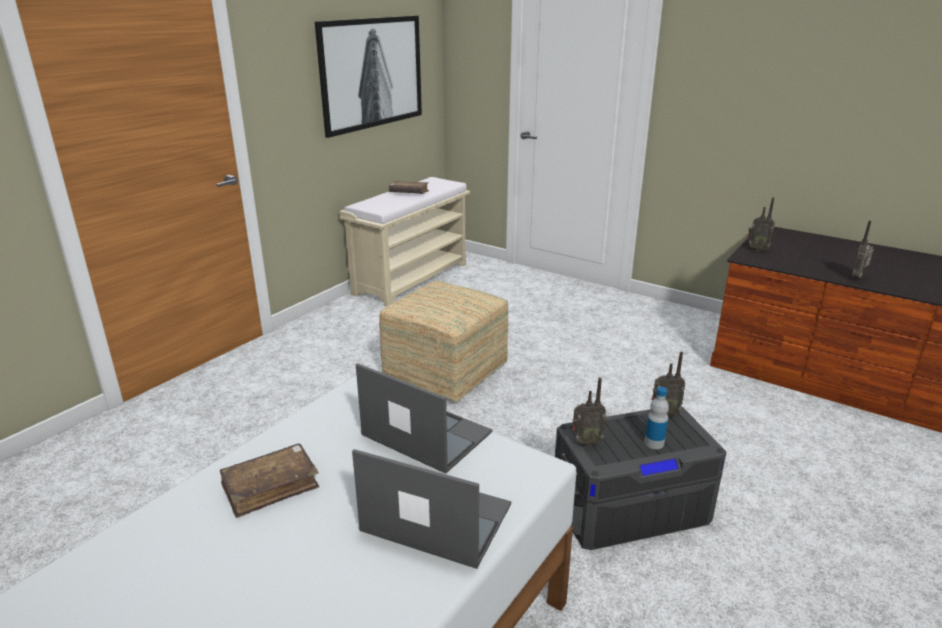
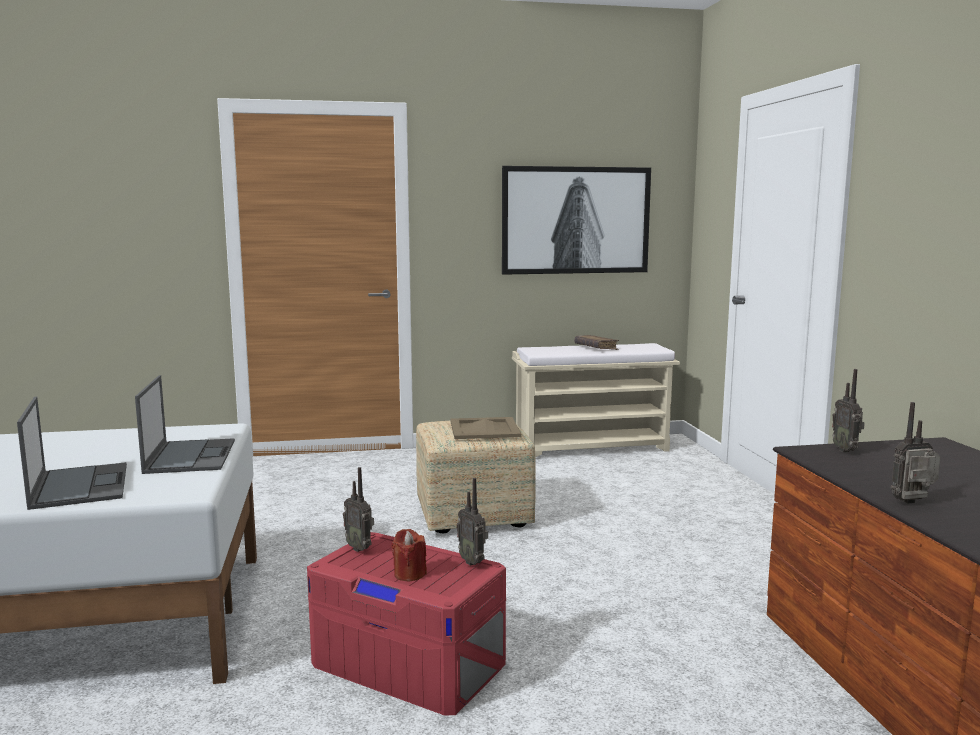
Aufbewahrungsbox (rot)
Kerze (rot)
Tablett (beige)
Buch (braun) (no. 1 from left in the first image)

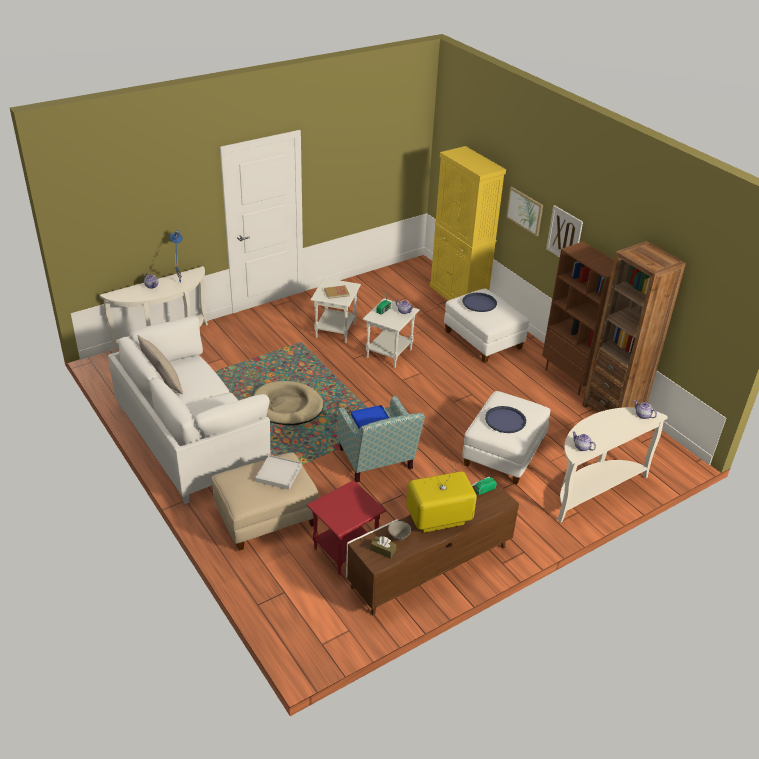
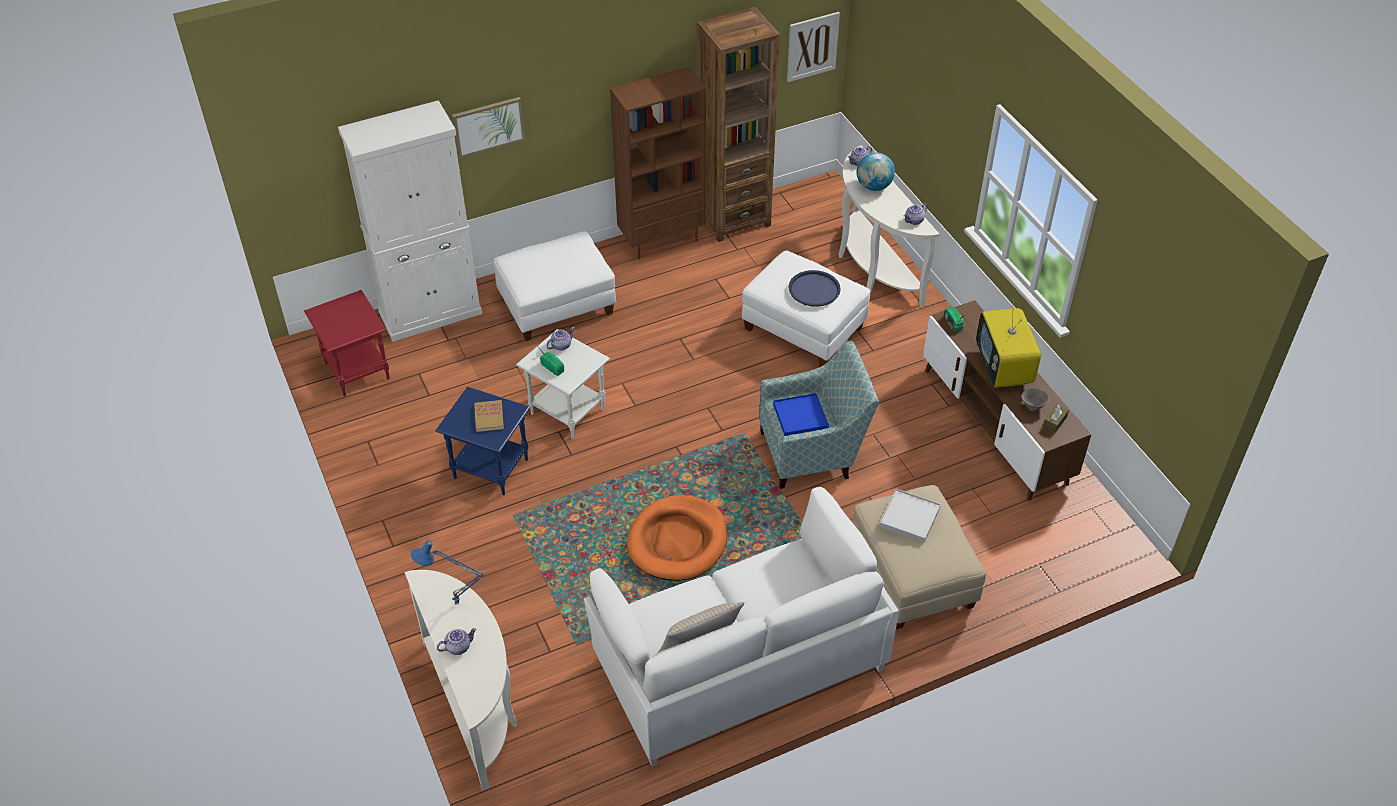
Beistelltisch (rot)
Schrank (weiß)
Beistelltisch (blau)
Hundebett (orange)
Bild (no. 2 from left)
Globus
Tablett (blau) (no. 2 from left in the first image)

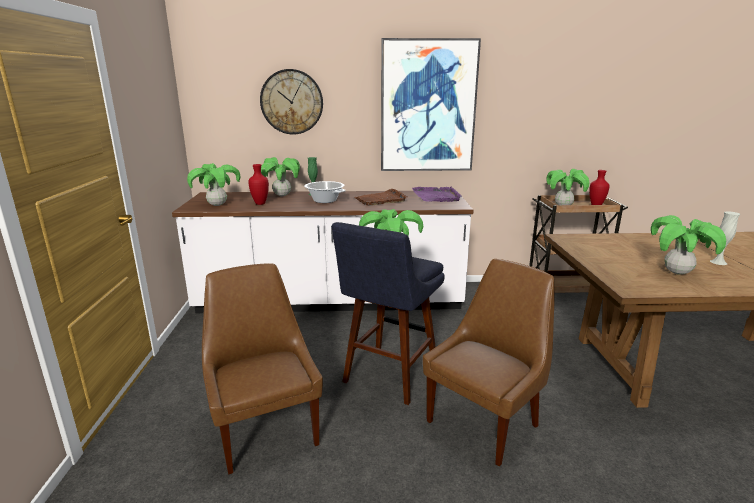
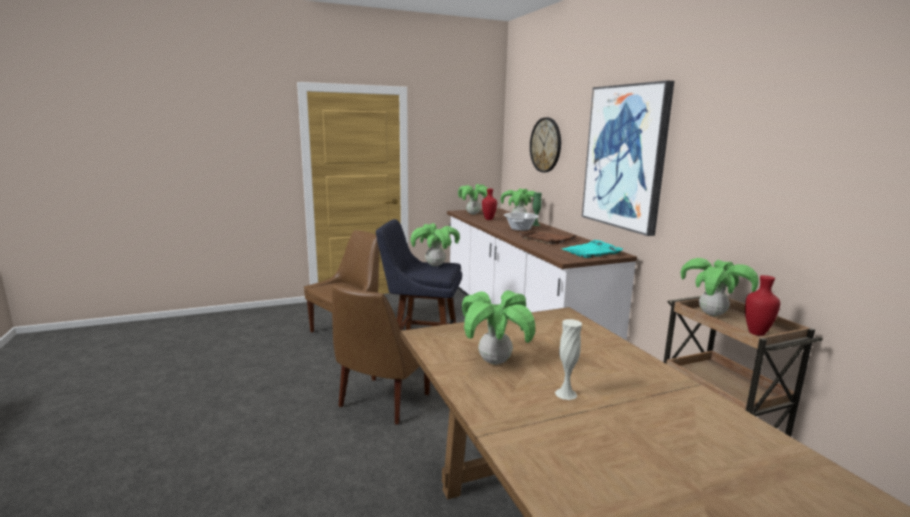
Stuhl (braun) (no. 2 from left)
Tablett (türkis)

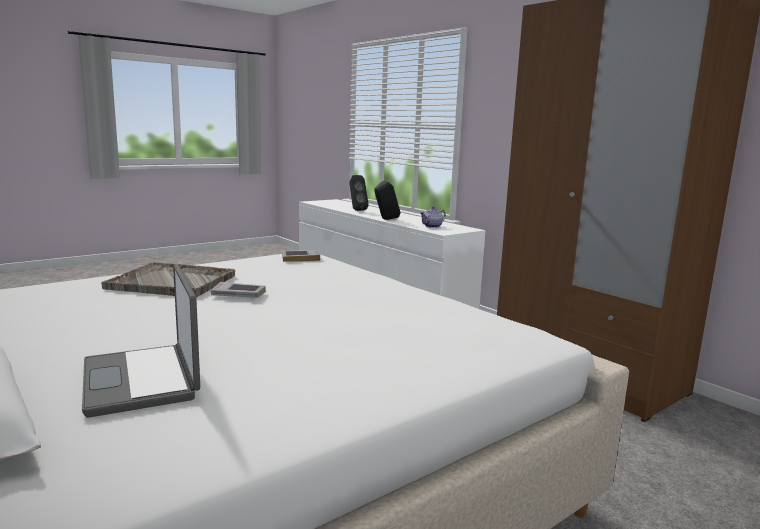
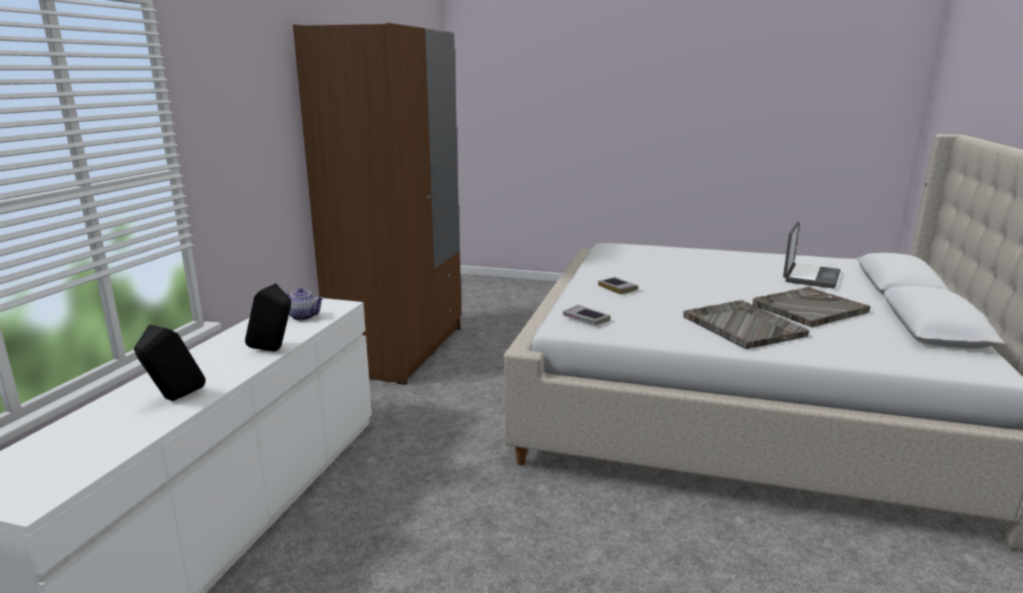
Buch (no. 2 from left)
Tablett (grau) (no. 2 from left)

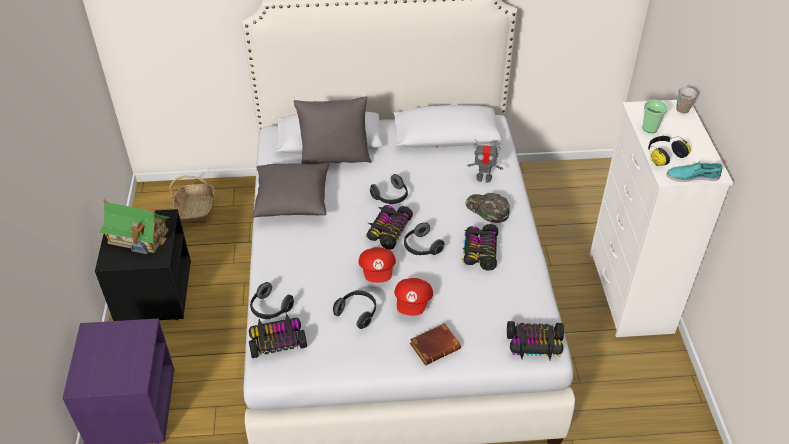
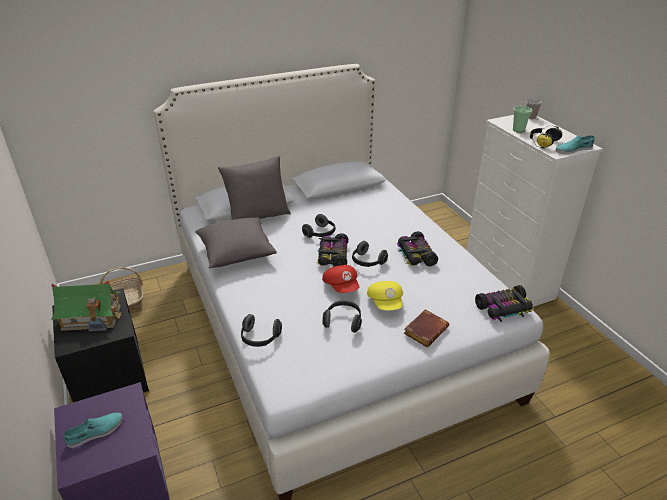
Schuh (türkis) (no. 1 from left)
Kappe (gelb)
Spielzeugauto (no. 1 from left in the first image)
Kappe (grün)
Spielzeugroboter

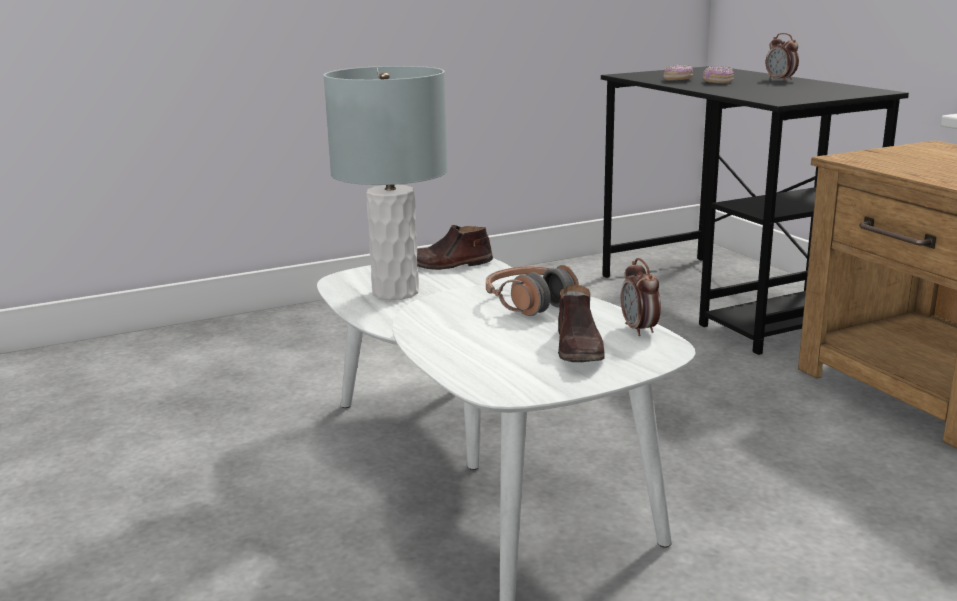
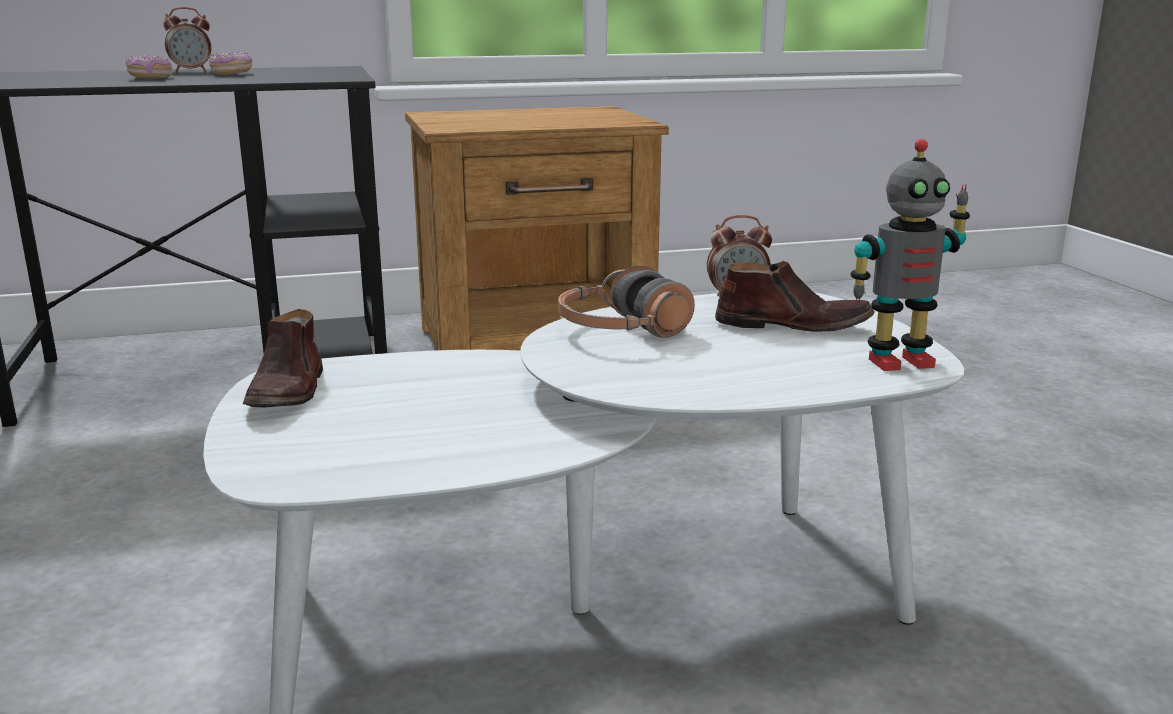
Donut (no. 2 from left)
Spielzeugroboter
Tischlampe (grau)

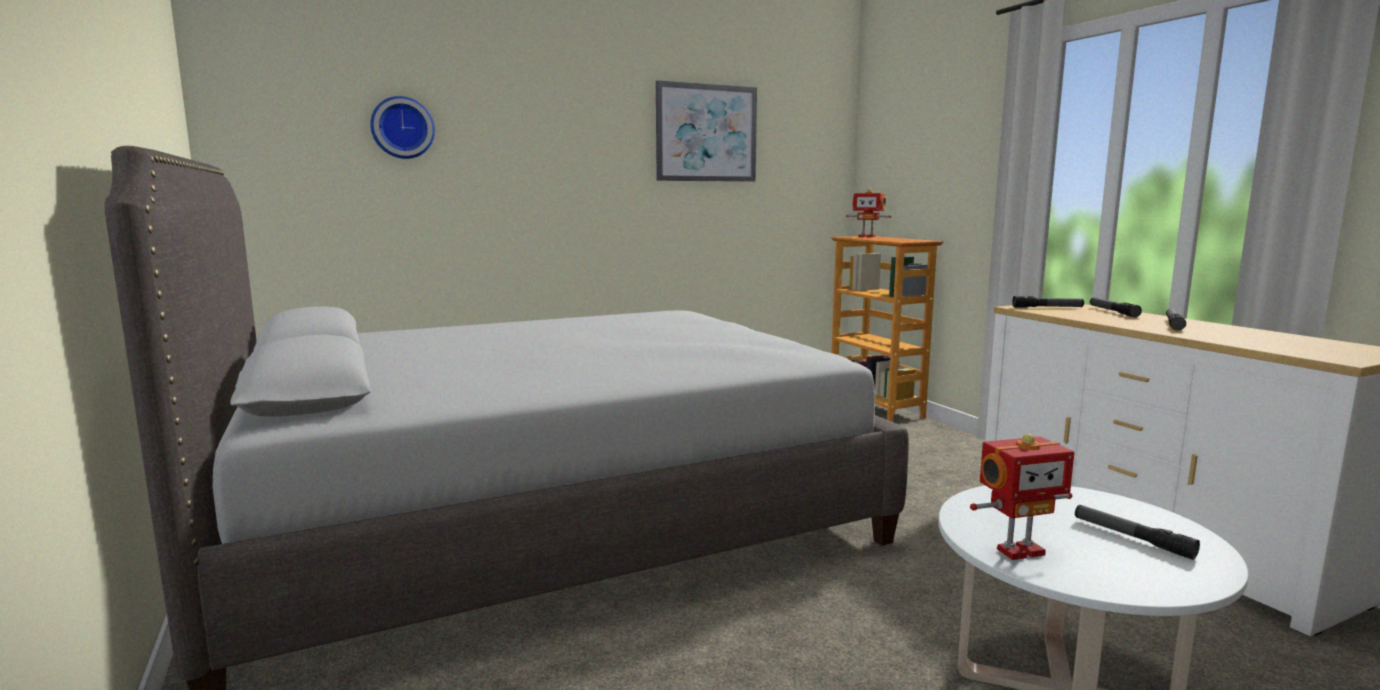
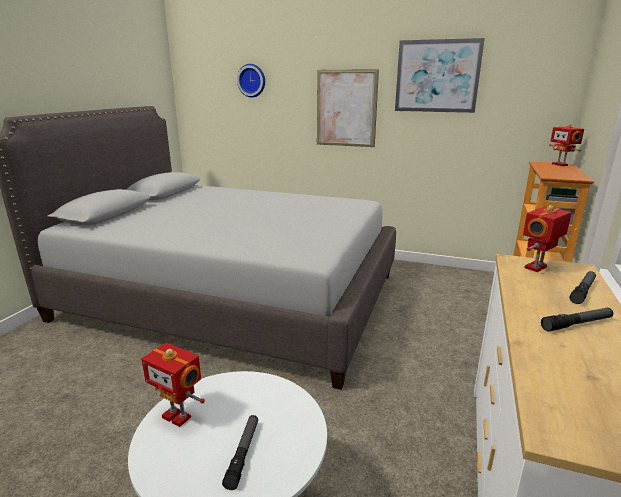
Bild (no. 1 from left)
Spielzeugroboter (no. 2 from left)

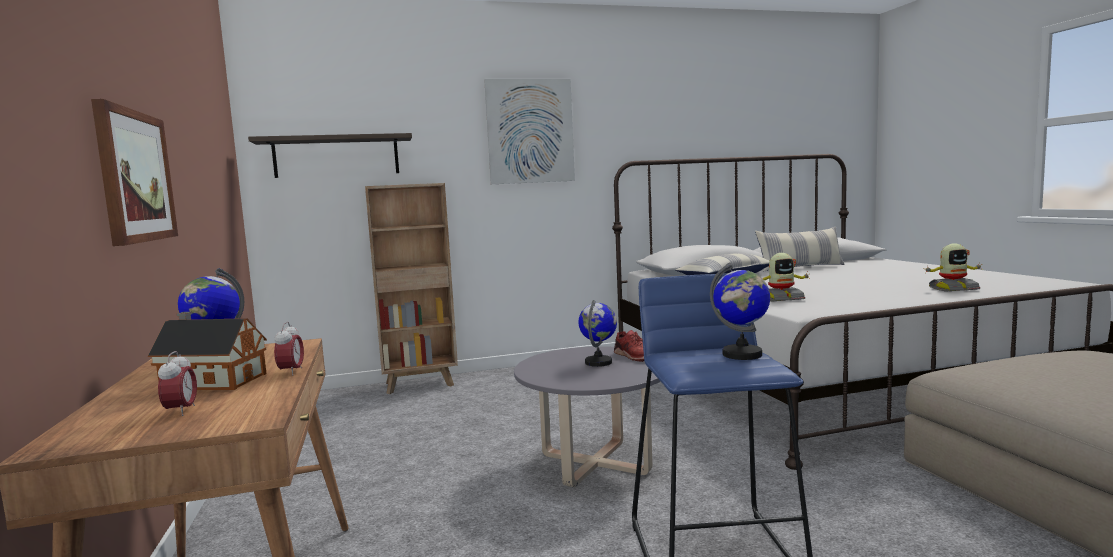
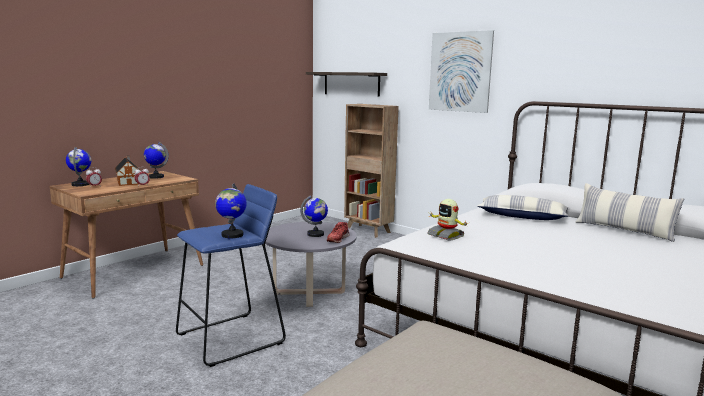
Globus (no. 1 from left)
Bild (no. 1 from left in the first image)
Spielzeugroboter (no. 2 from left in the first image)

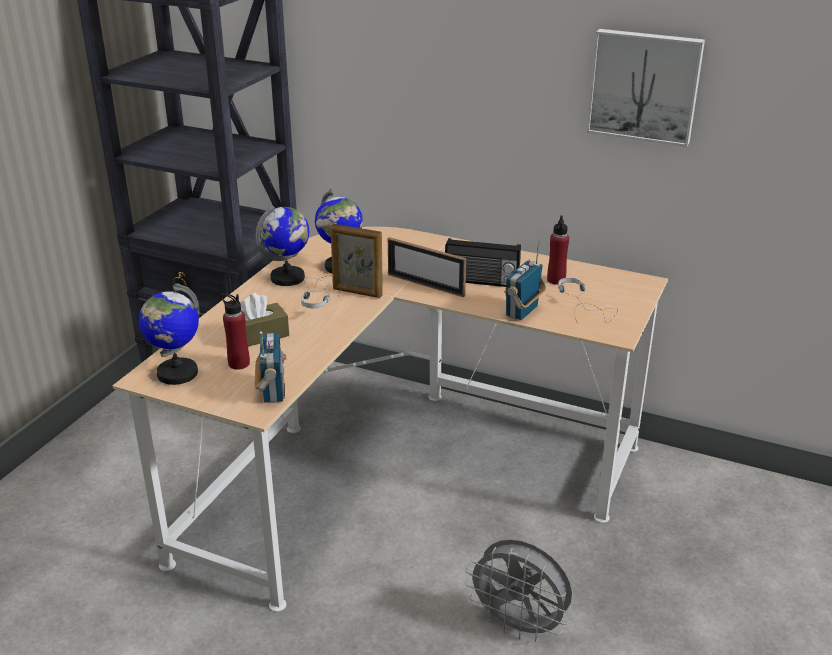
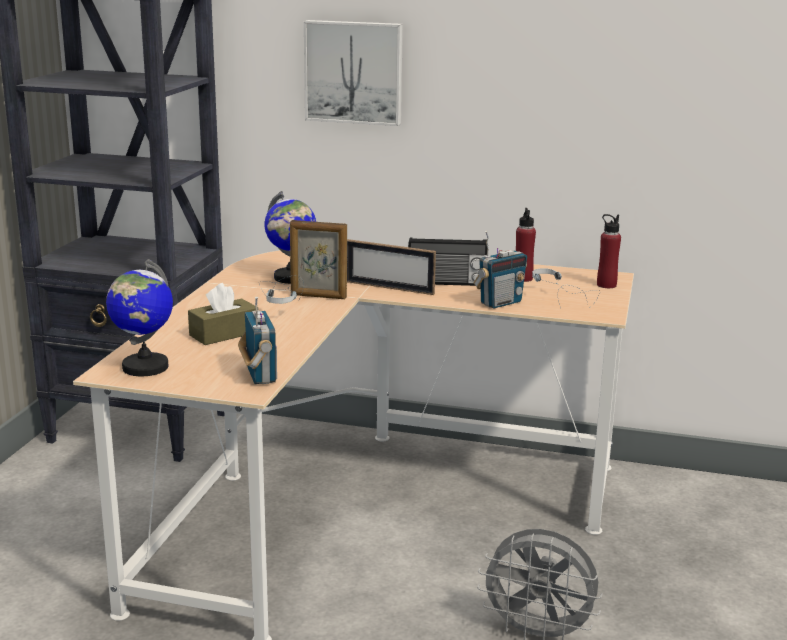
Bild
Radio (no. 3 from left)
Flasche (rot) (no. 2 from left)
Globus (no. 2 from left in the first image)

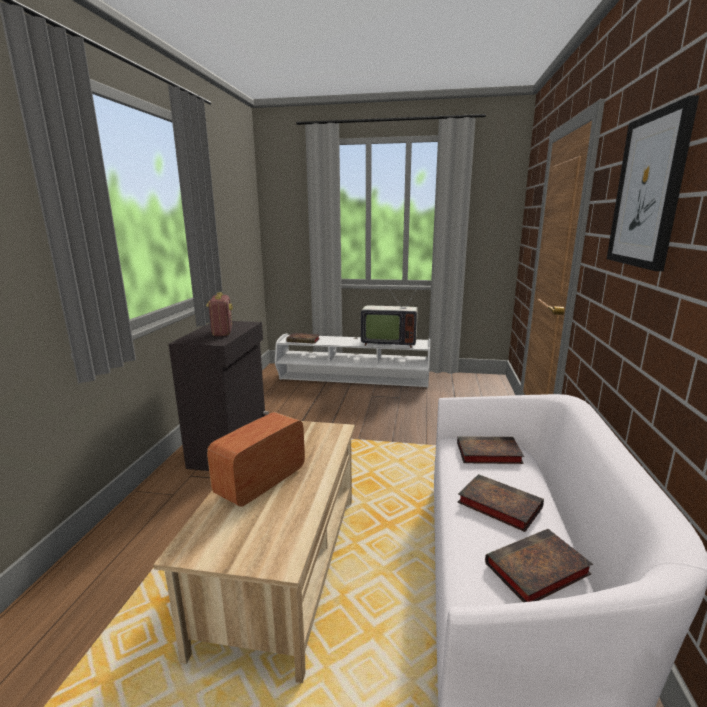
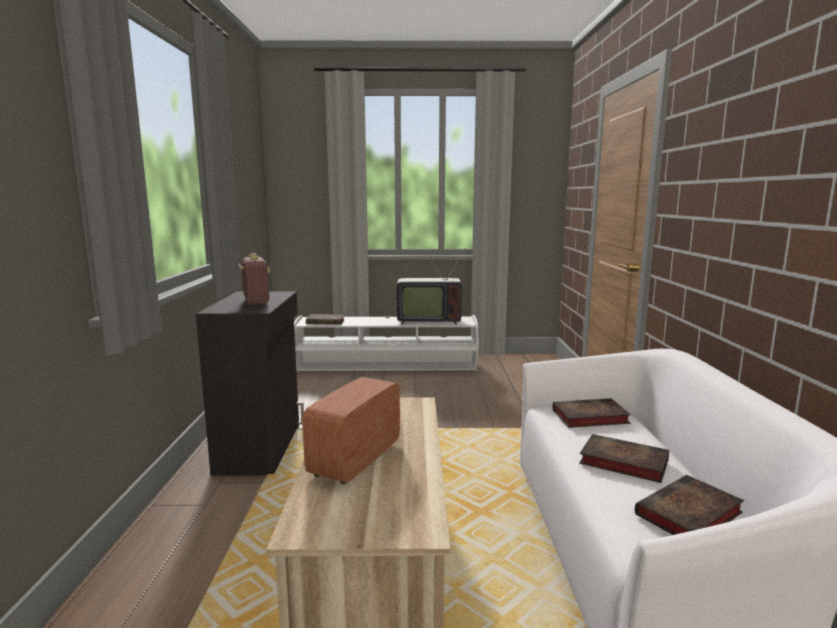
Bild

